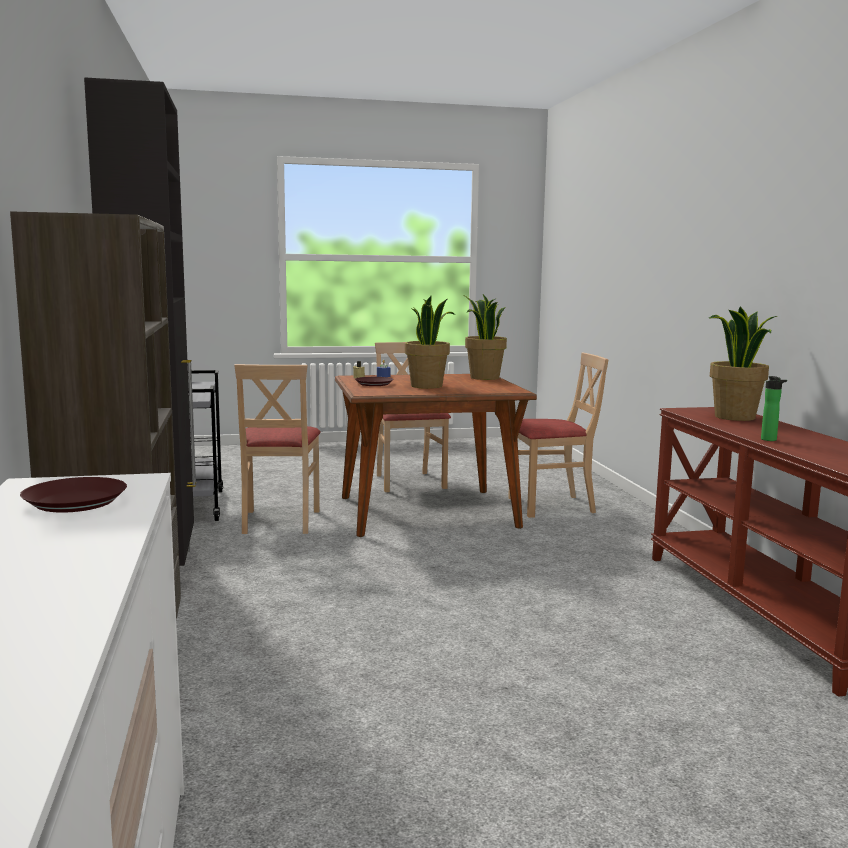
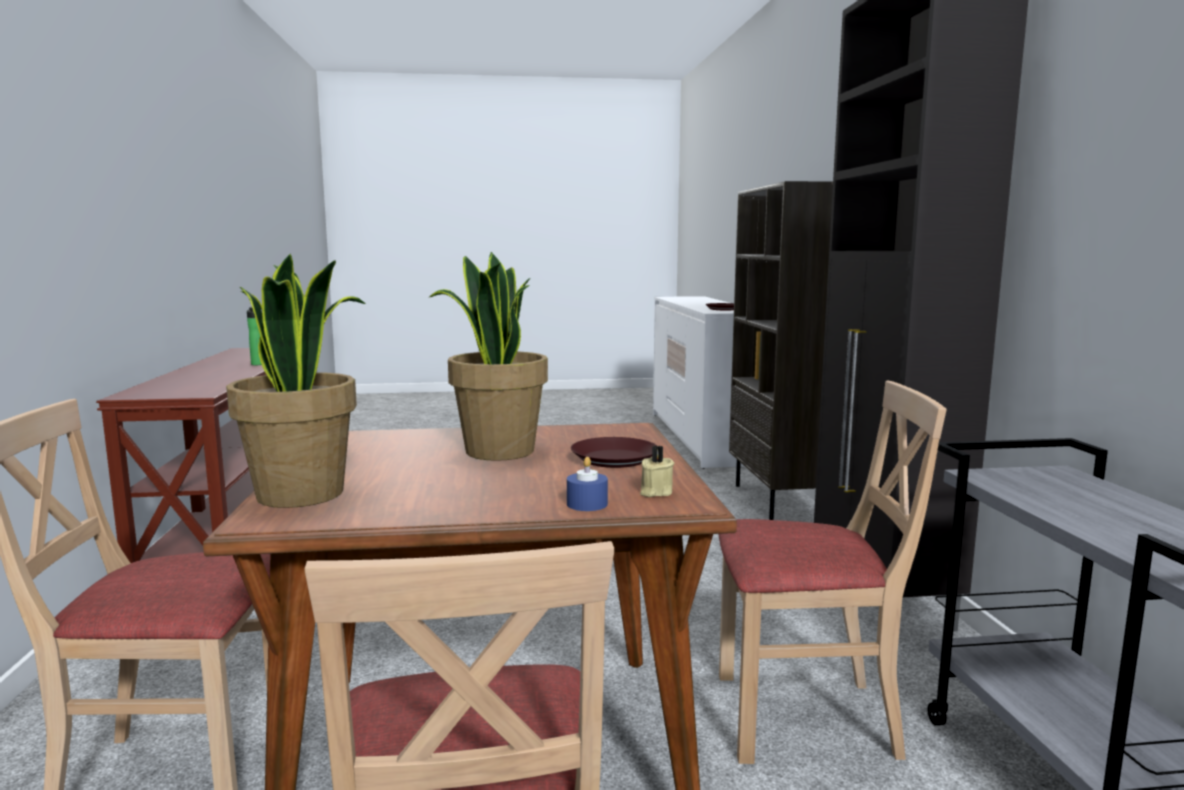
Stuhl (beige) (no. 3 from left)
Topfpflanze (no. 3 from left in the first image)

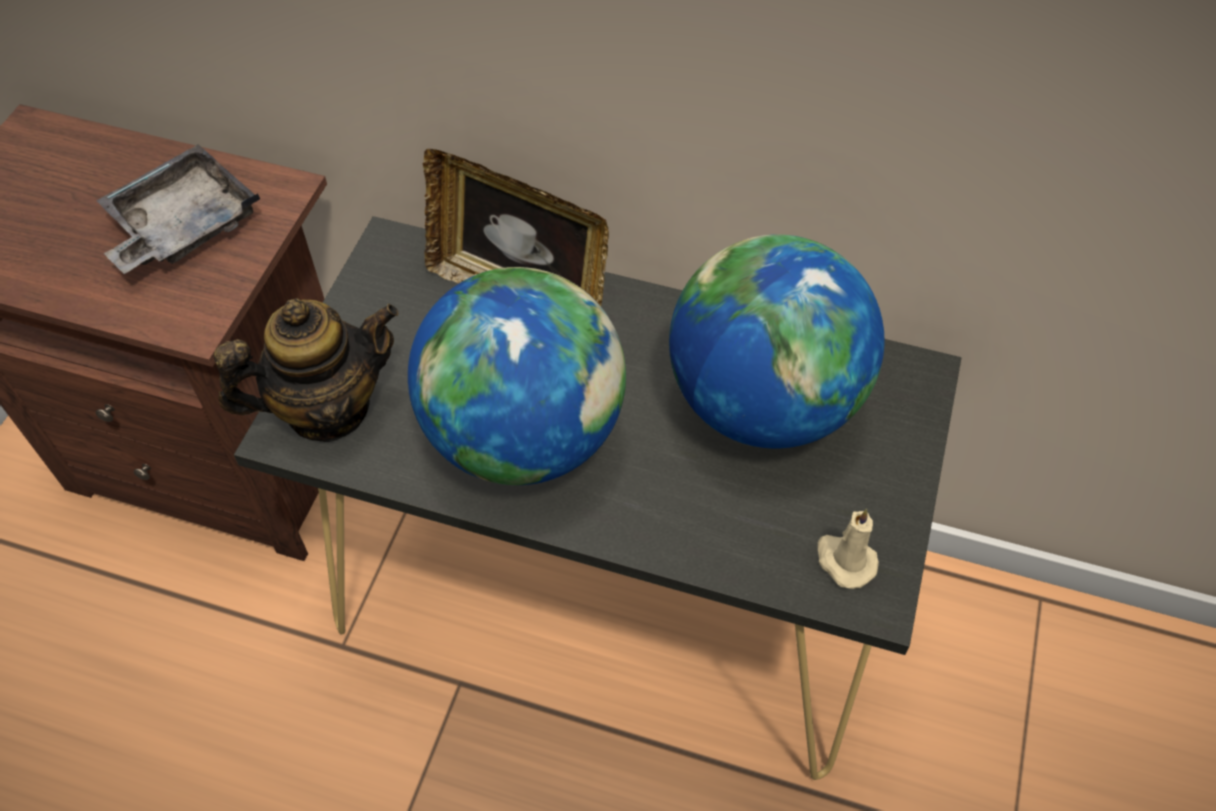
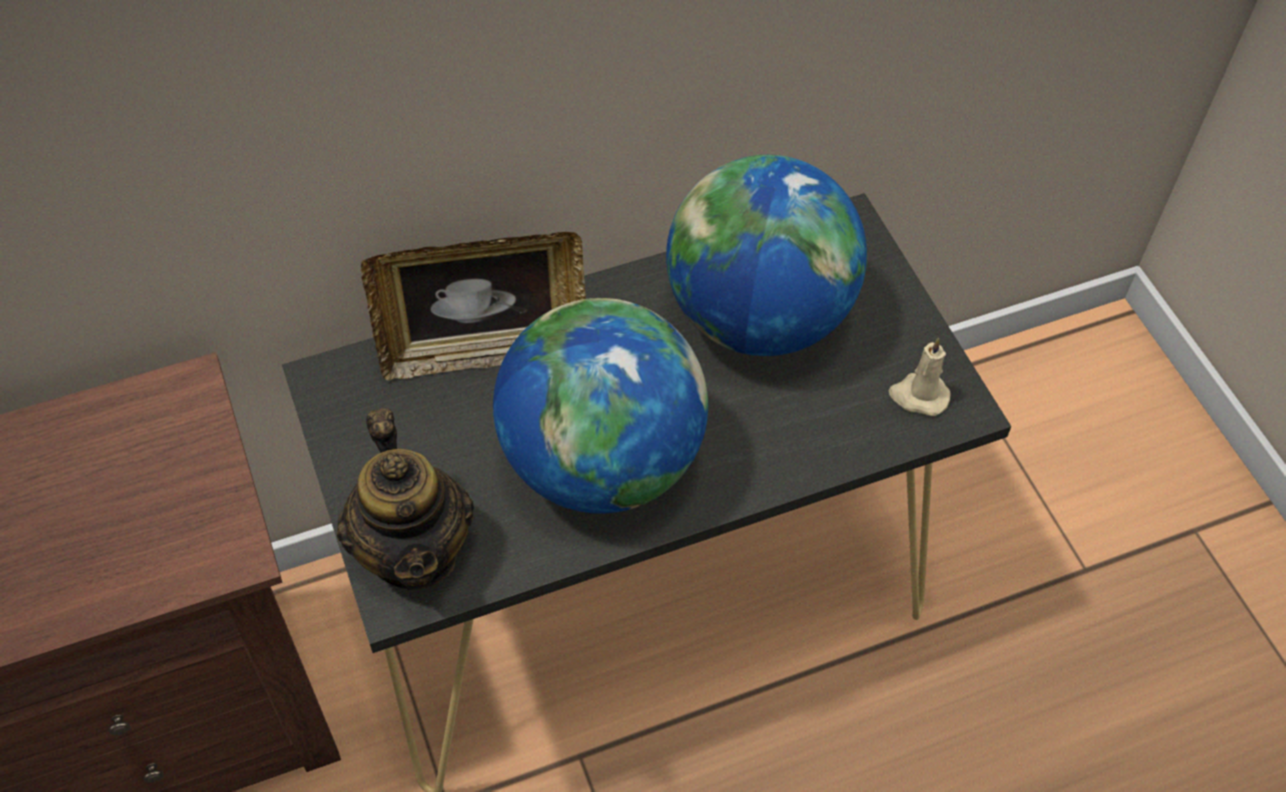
Teekanne
Tablett (grau)

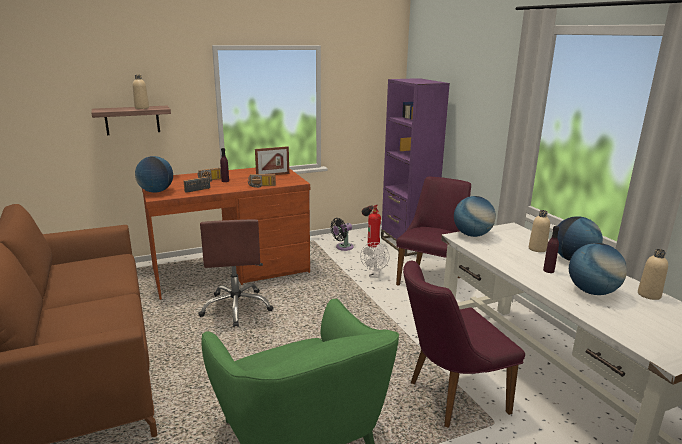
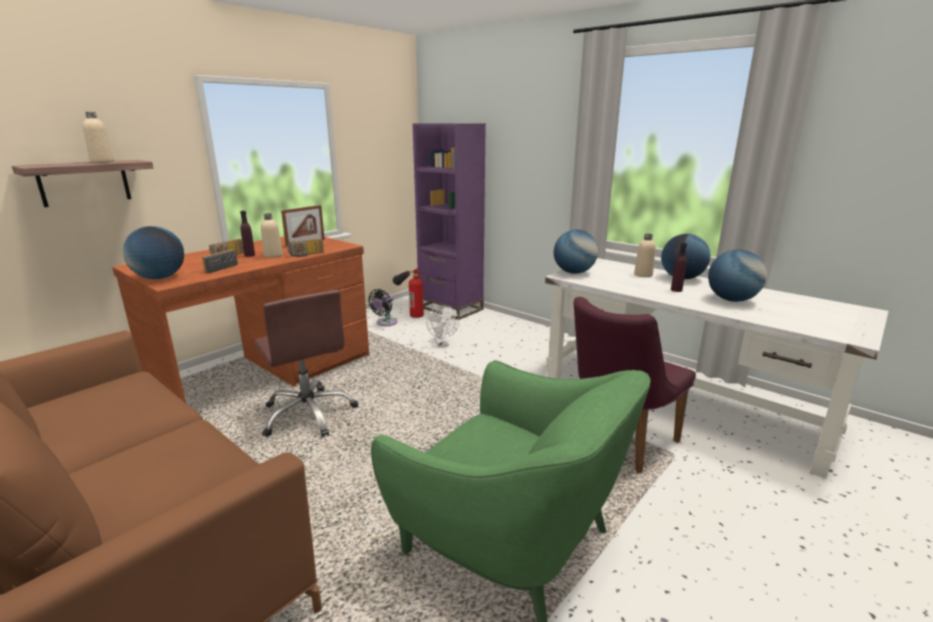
Flasche (beige) (no. 2 from left)
Stuhl (lila) (no. 1 from left in the first image)

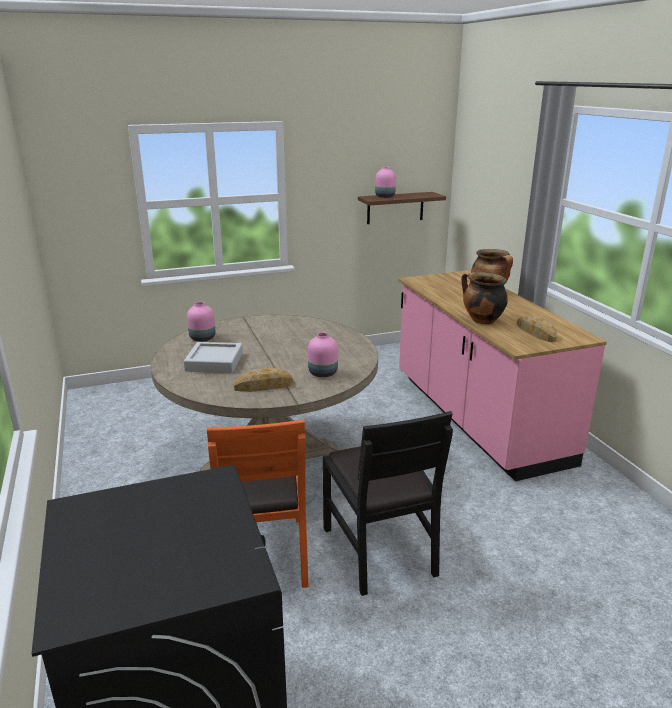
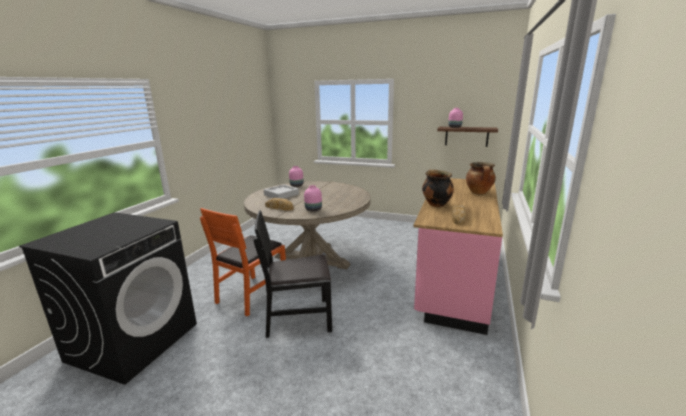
Stuhl (schwarz)

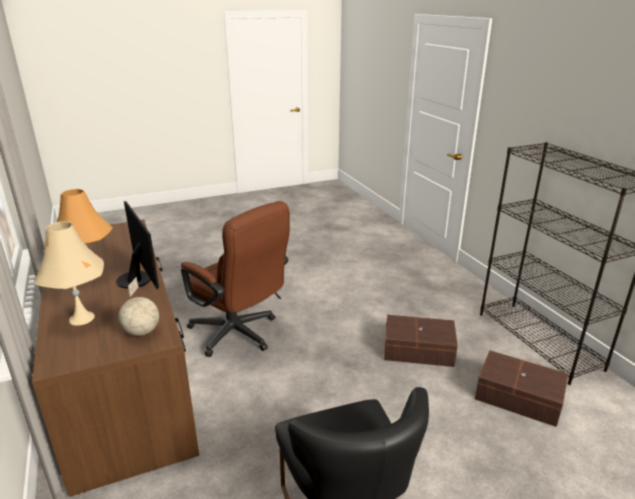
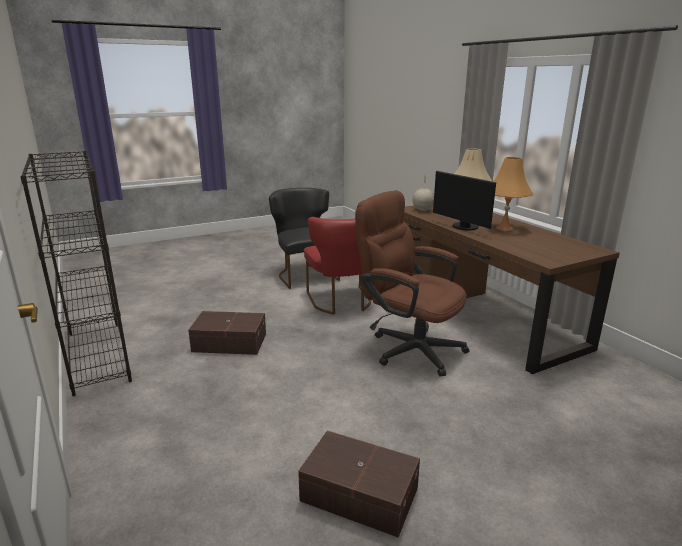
Aufbewahrungsbox (braun) (no. 2 from left)
Stuhl (rot)

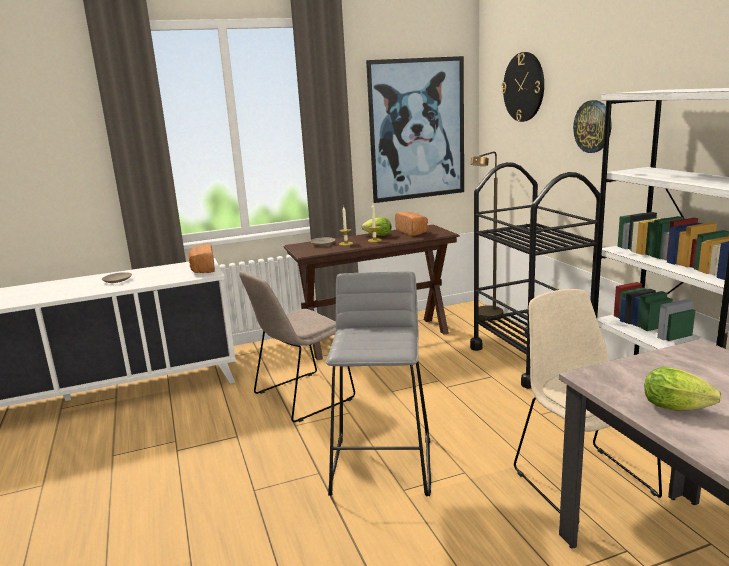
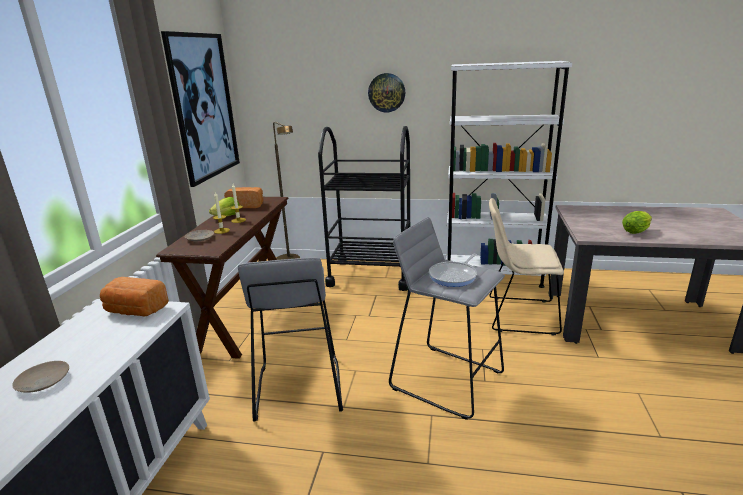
Hocker (grau) (no. 1 from left)
Pfanne
Wanduhr (no. 1 from left in the first image)

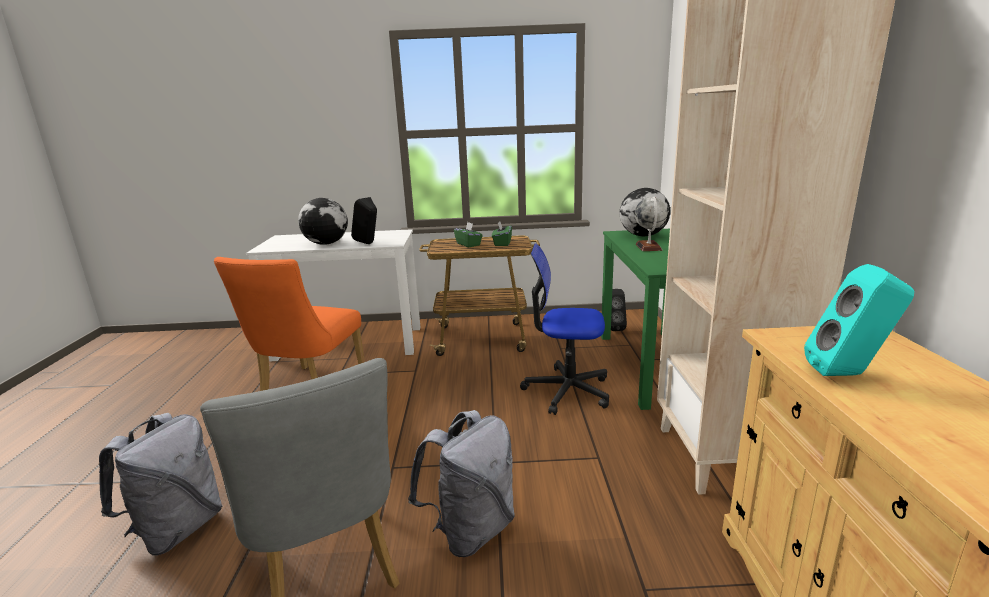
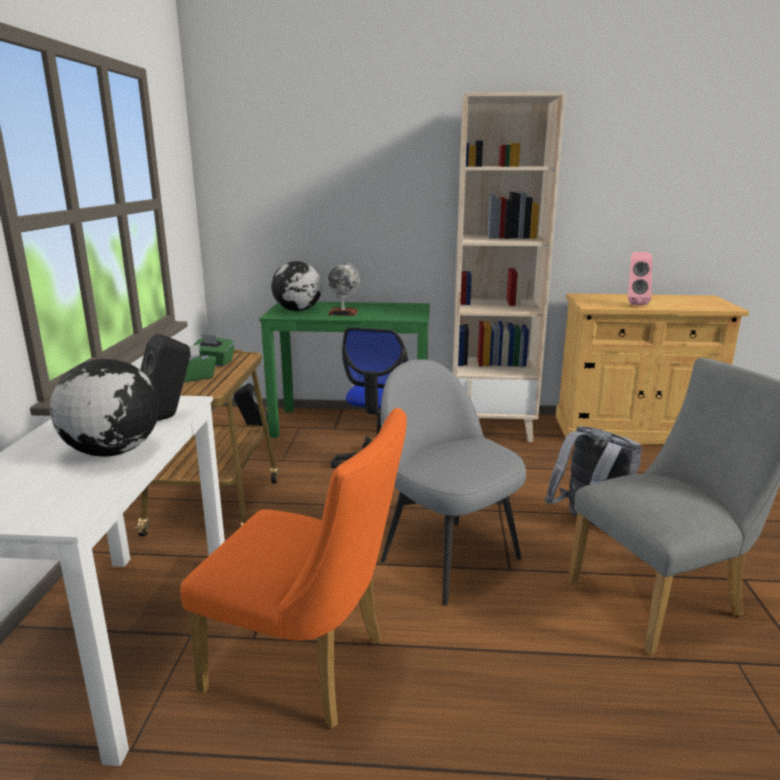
Stuhl (grau) (no. 1 from left)
Lautsprecher (rosa)
Rucksack (grau) (no. 1 from left in the first image)

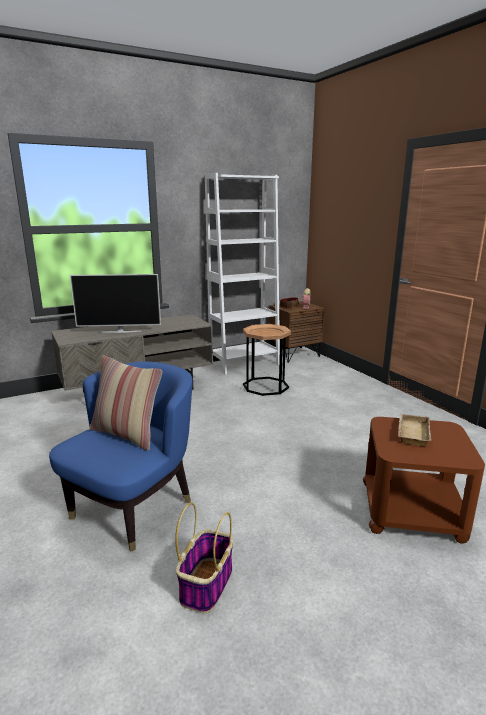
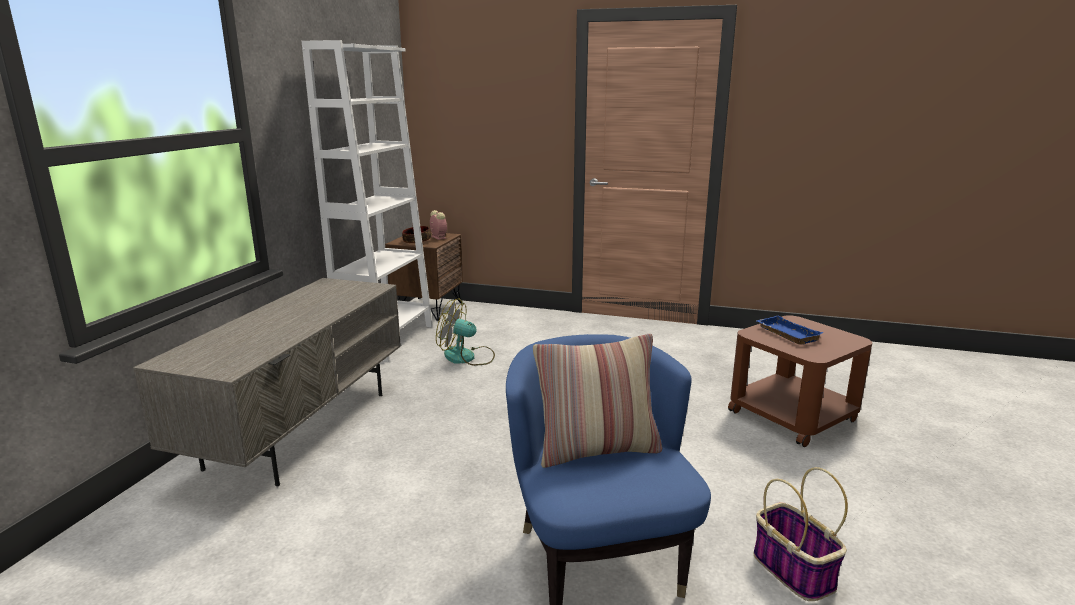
Ventilator
Tablett (blau)
Fernseher

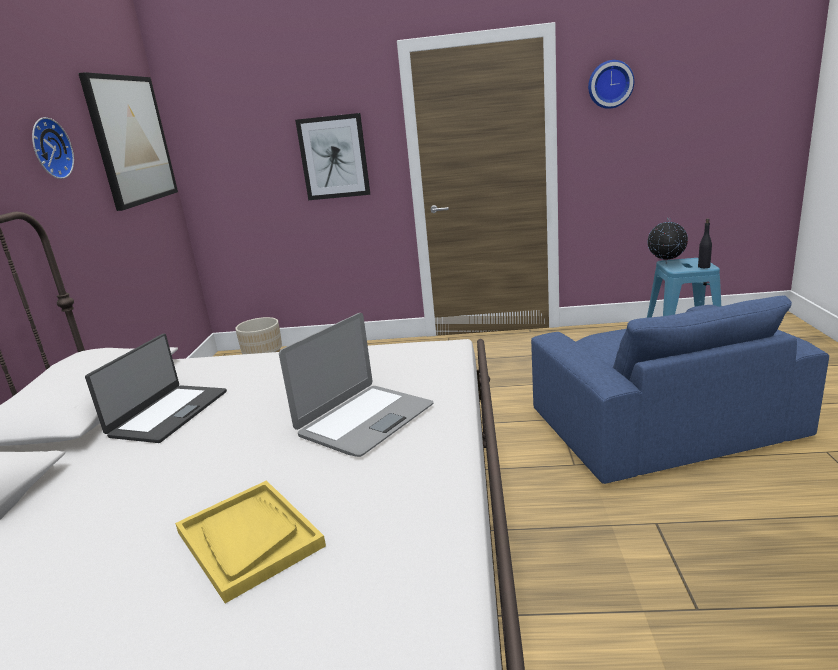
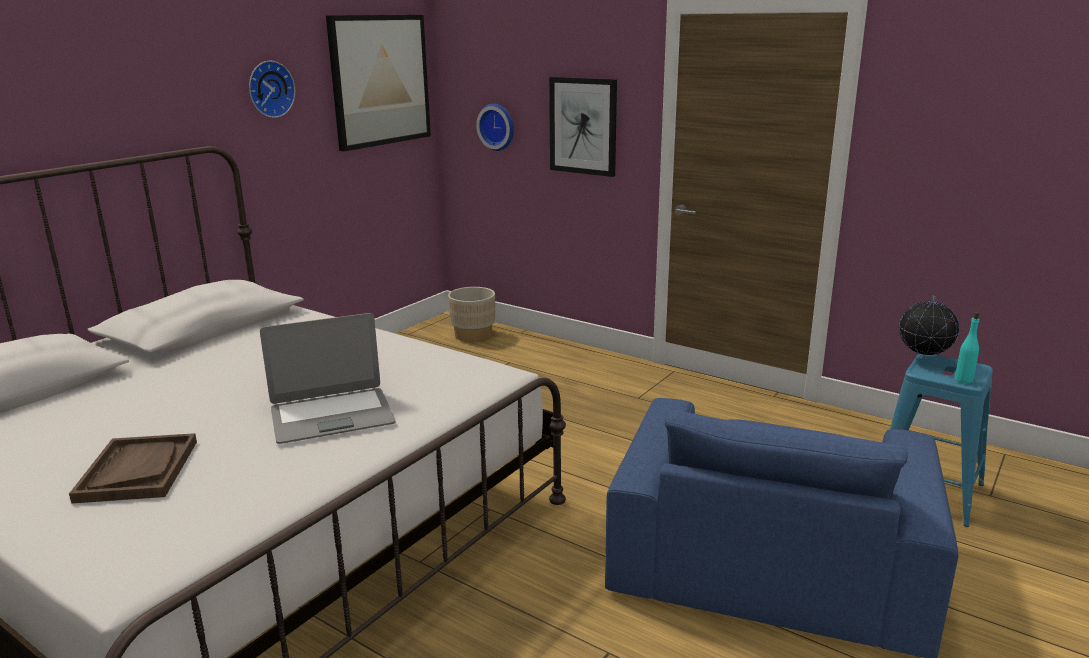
Tablett (braun)
Wanduhr (no. 2 from left)
Flasche (türkis)
Laptop (no. 1 from left in the first image)

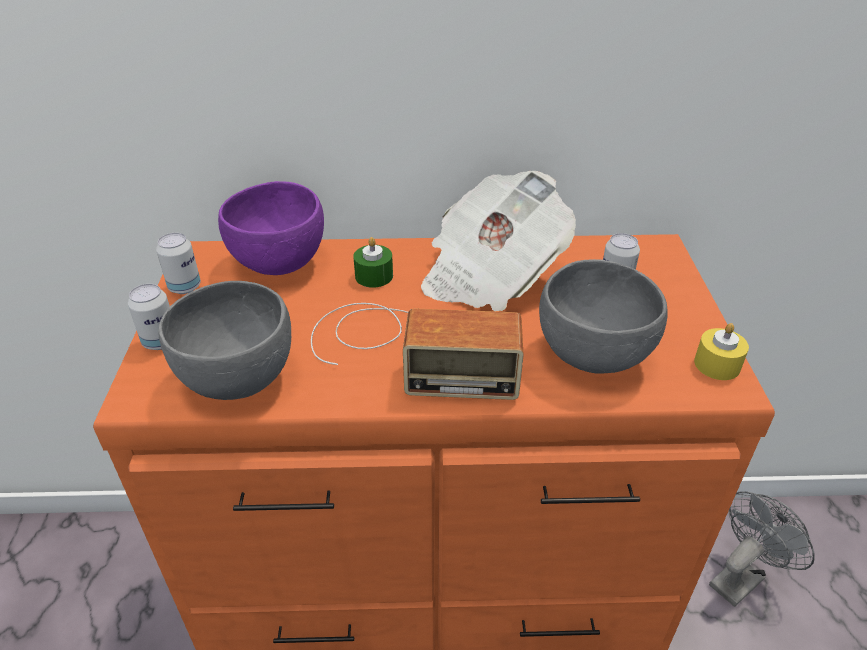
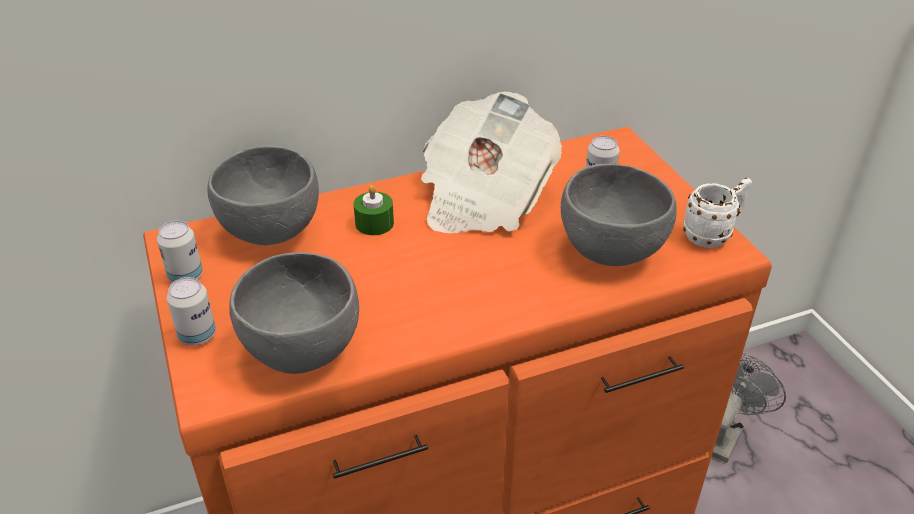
Schüssel (grau) (no. 1 from left)
Henkelbecher (weiß)
Radio

